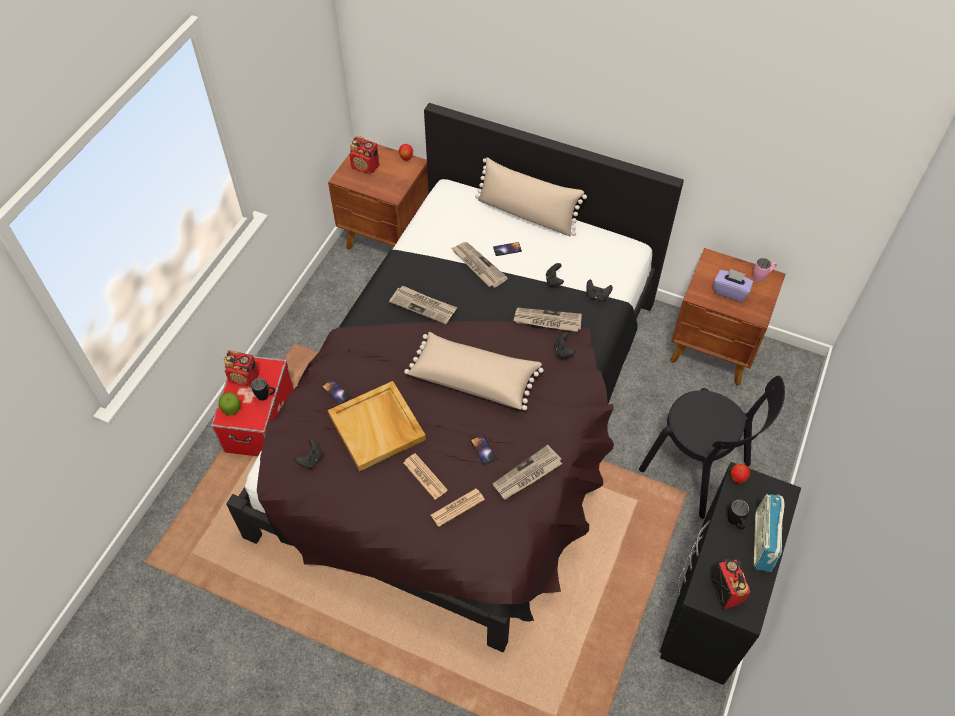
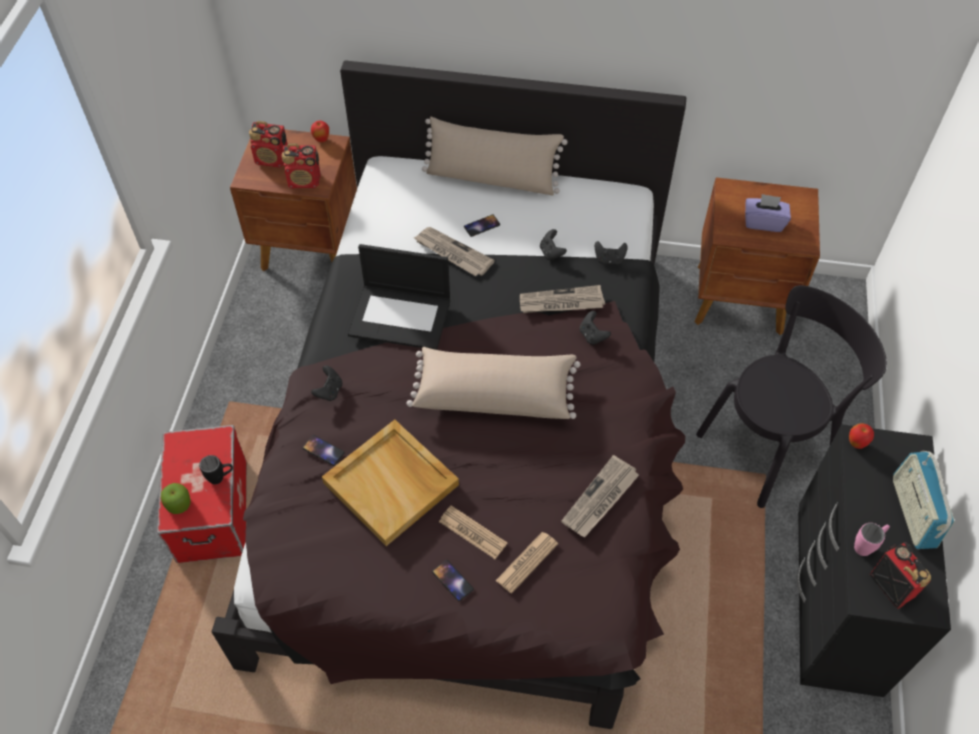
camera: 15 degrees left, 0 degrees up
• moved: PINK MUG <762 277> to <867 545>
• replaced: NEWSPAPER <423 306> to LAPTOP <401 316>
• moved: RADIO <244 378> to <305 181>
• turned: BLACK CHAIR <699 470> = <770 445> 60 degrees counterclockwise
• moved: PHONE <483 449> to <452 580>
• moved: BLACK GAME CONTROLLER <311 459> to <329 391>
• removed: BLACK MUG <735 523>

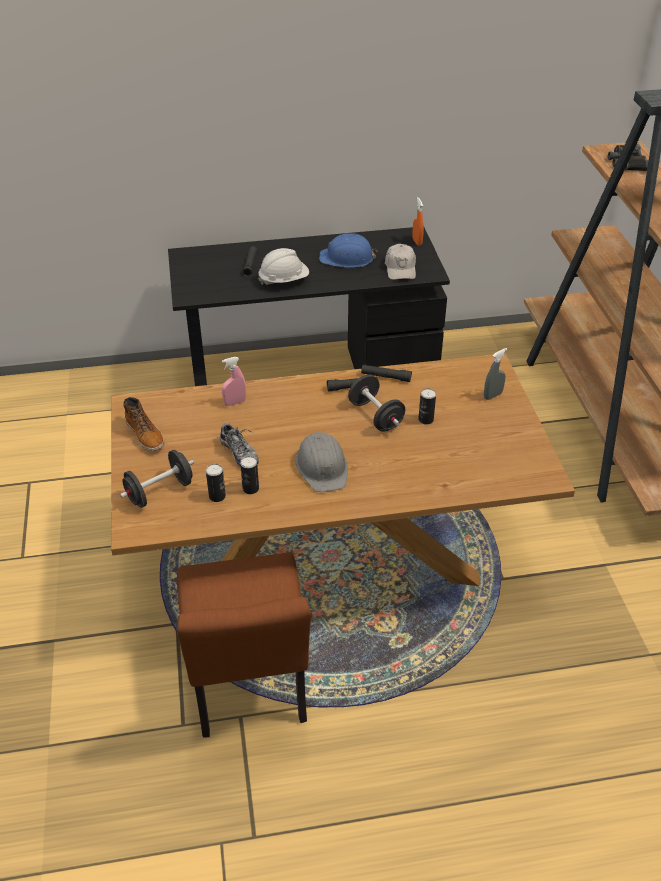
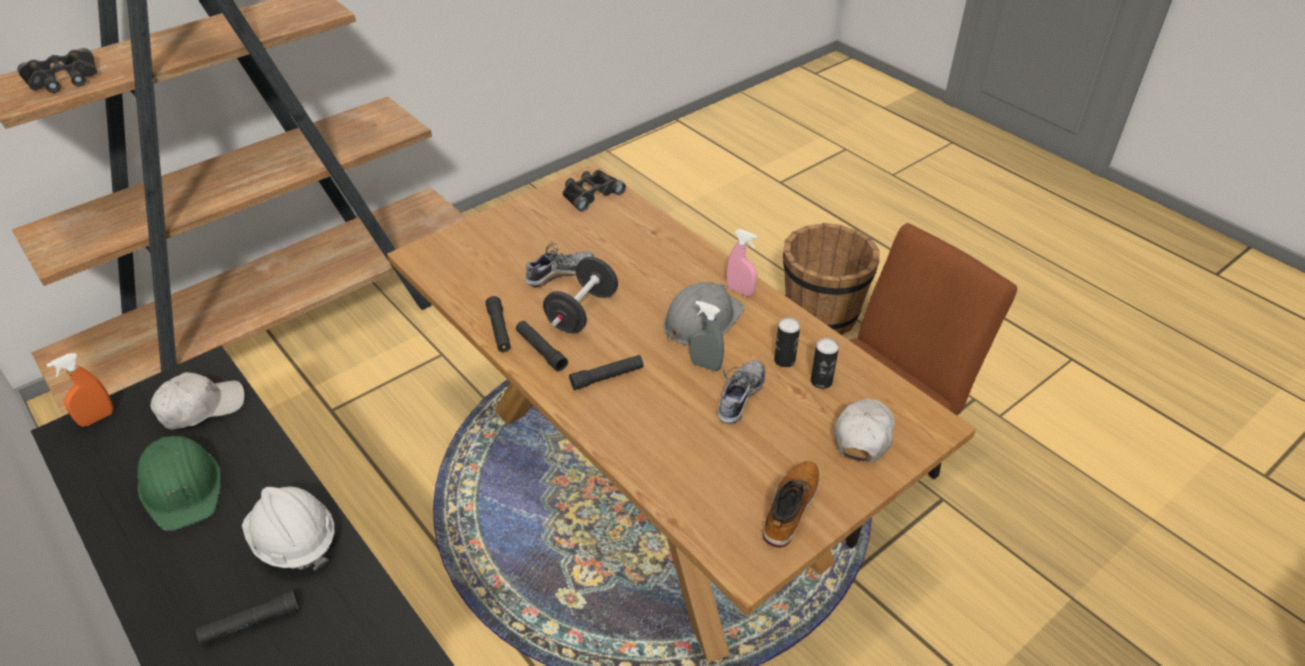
camera: 120 degrees left, 0 degrees up
• recoloured: BLUE HARD HAT <347 258> to GREEN HARD HAT <182 487>
• moved: GREY SPRAY BOTTLE <492 395> to <705 365>
• moved: PINK SPRAY BOTTLE <235 402> to <740 291>
• replaced: CAN <426 419> to SHOE <560 273>
• replaced: BLACK DUMBBELL <160 491> to WHITE CAP <863 434>
• added: BLACK BINOCULARS <590 194>
• added: BROWN BUCKET <821 313>
• added: BLACK FLASHLIGHT <607 377>

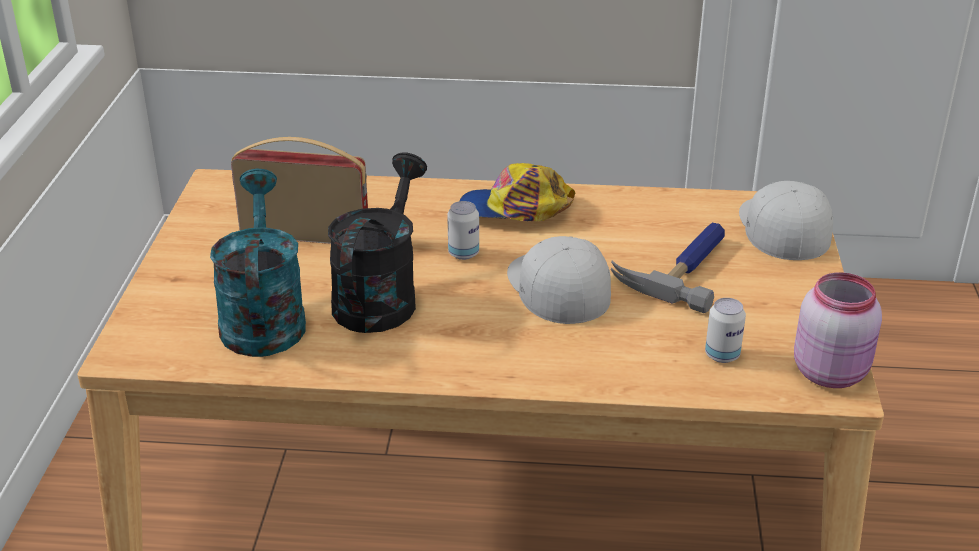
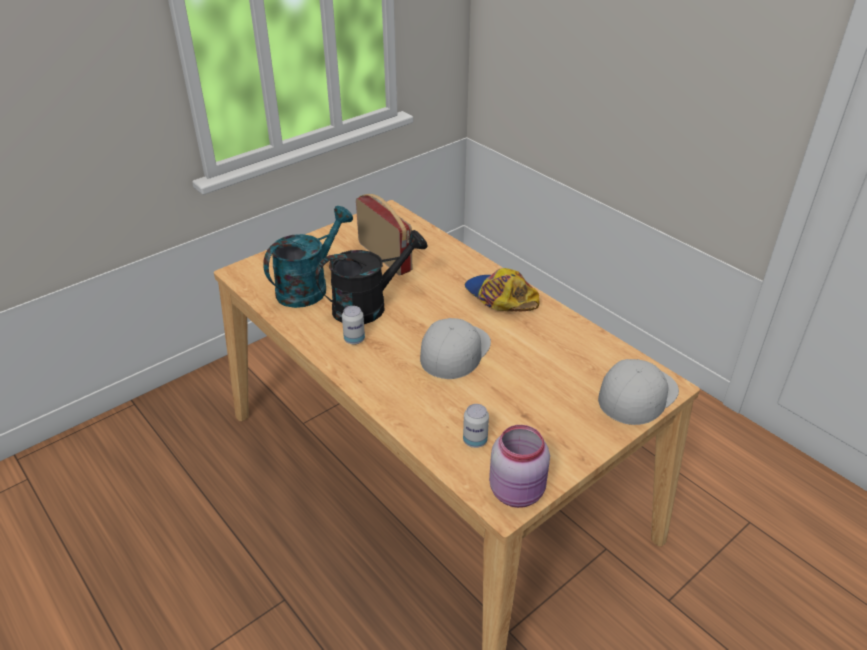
camera: 45 degrees right, 5 degrees up
• moved: CAN <463 253> to <354 339>
• removed: HAMMER <682 268>

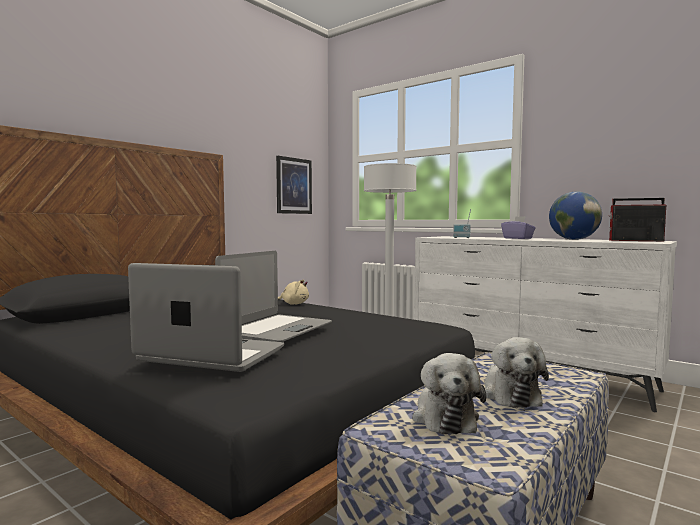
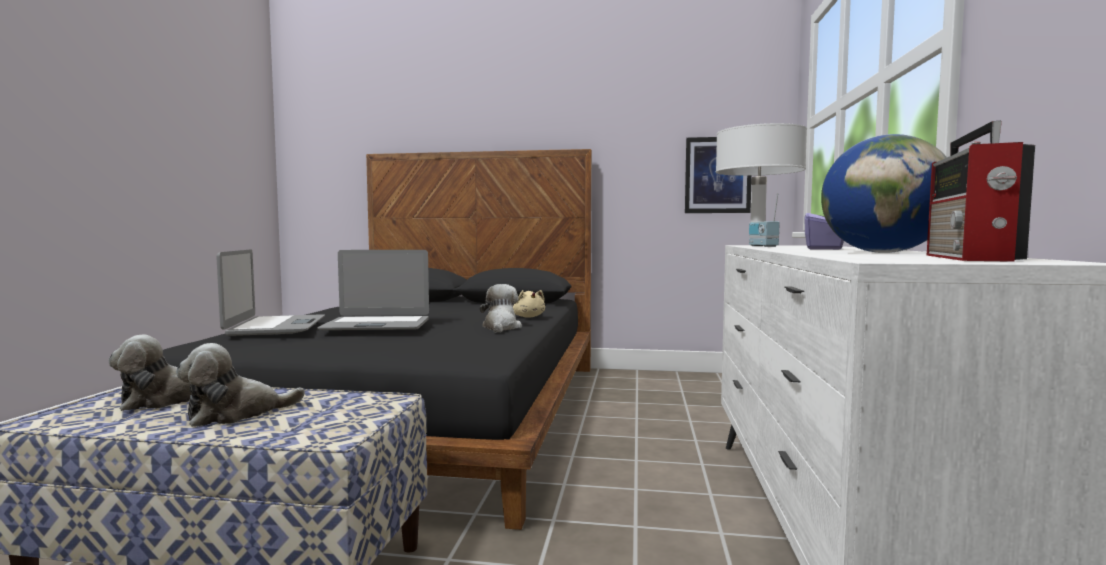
camera: 60 degrees right, 0 degrees up
• turned: RADIO <634 240> = <969 258> 150 degrees counterclockwise
• added: PLUSH TOY <501 327>

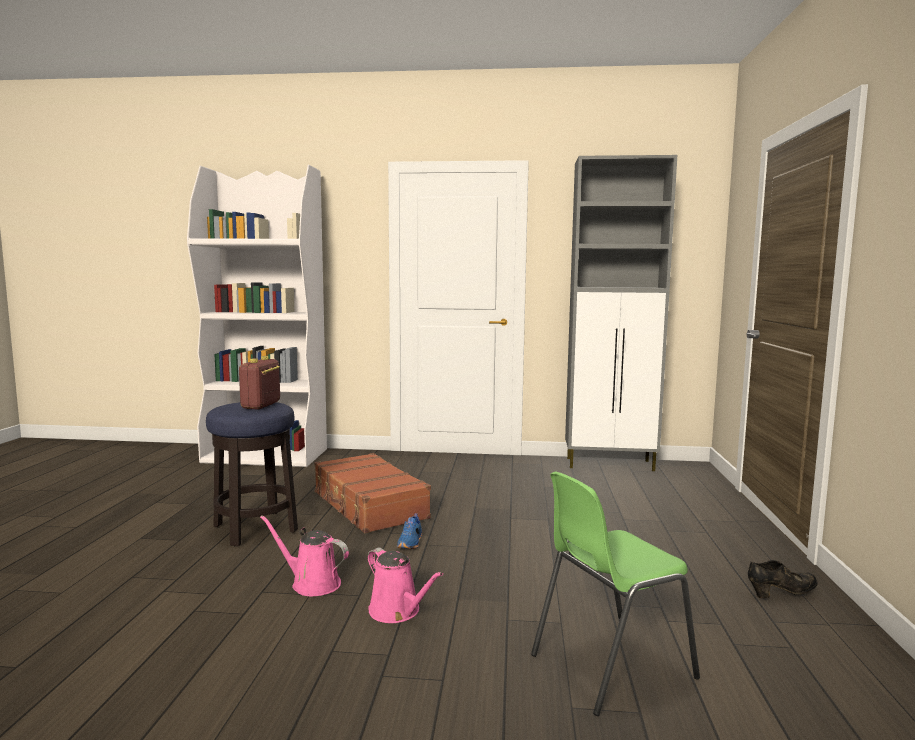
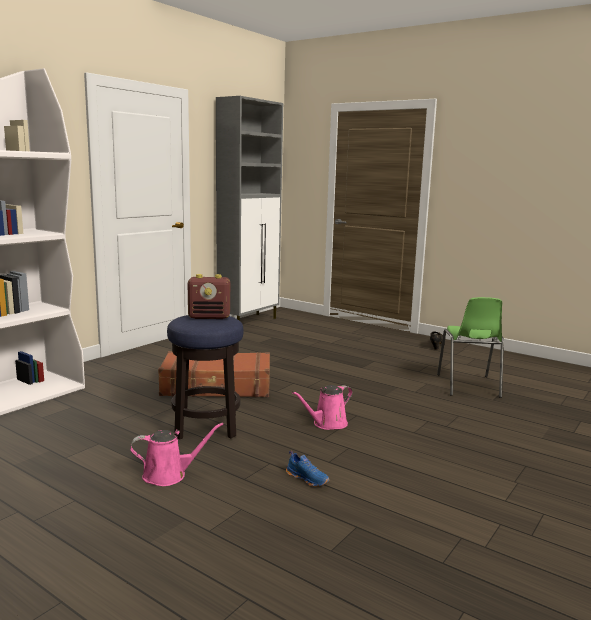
camera: 60 degrees left, 5 degrees up
• turned: RADIO <261 406> = <209 317> 45 degrees counterclockwise
• moved: BLUE SHOE <411 543> to <308 478>
• moved: PINK WATERING CAN <397 611> to <169 475>

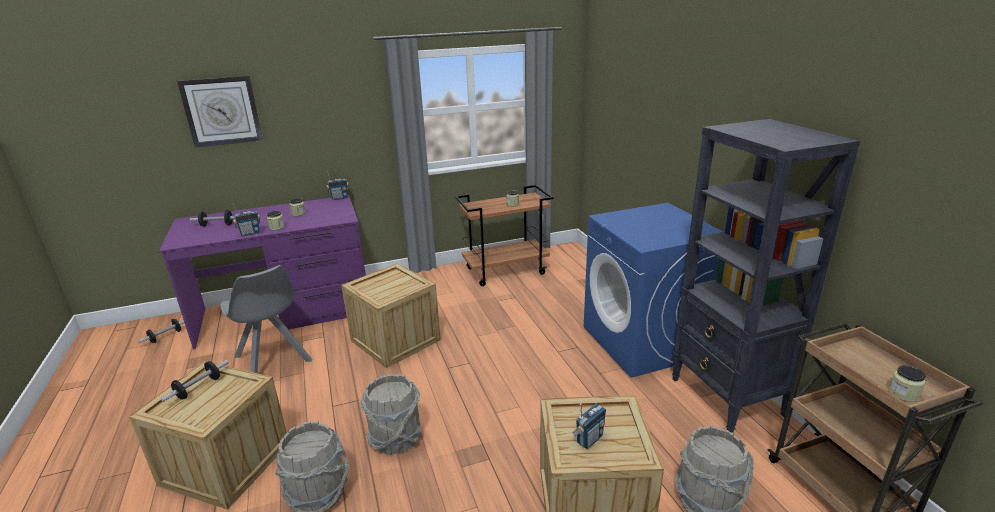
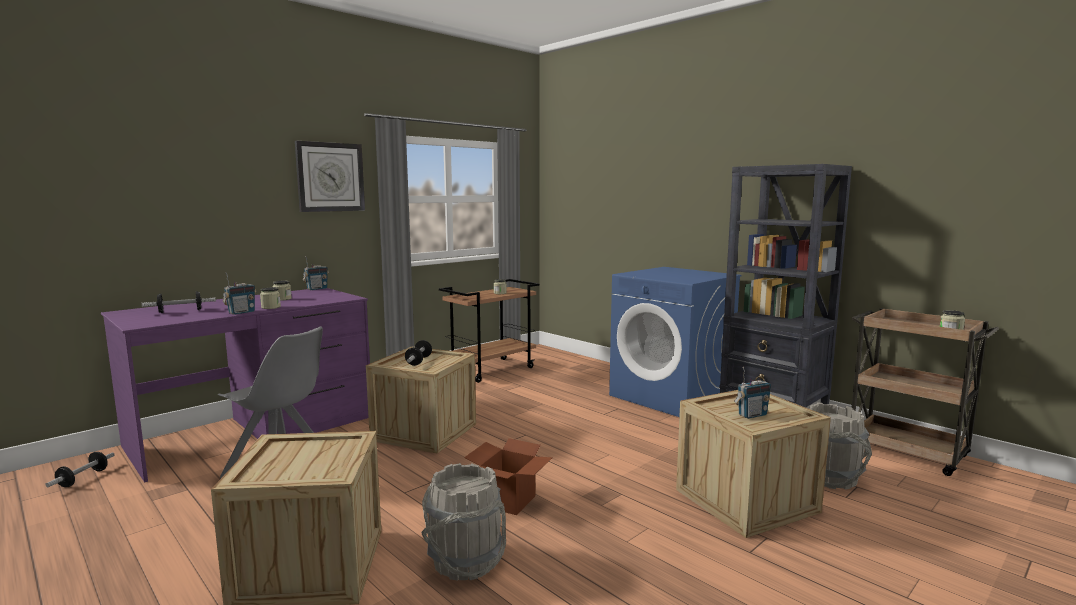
camera: 25 degrees left, 15 degrees down
• moved: WALL CLOCK <222 111> to <330 177>
• moved: DUMBBELL <198 388> to <419 361>
• replaced: GREY BUCKET <396 438> to CARDBOARD BOX <508 500>
• turned: RADIO <589 439> = <752 415> 45 degrees clockwise

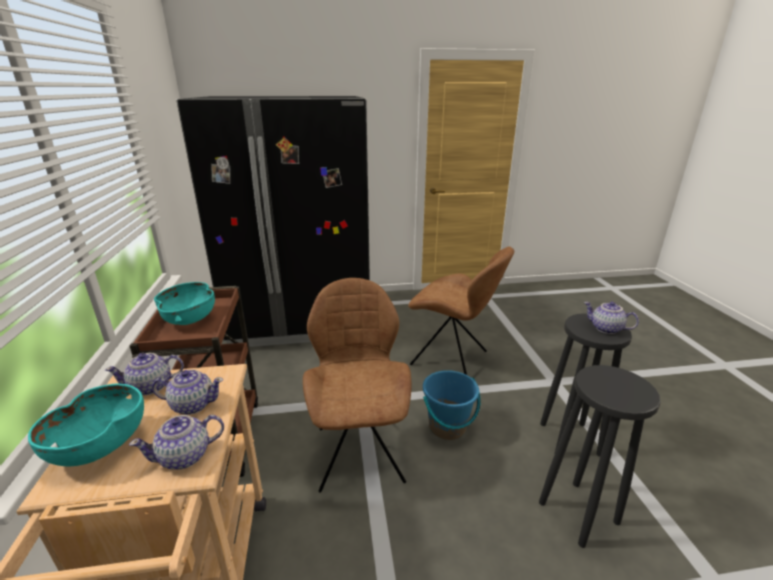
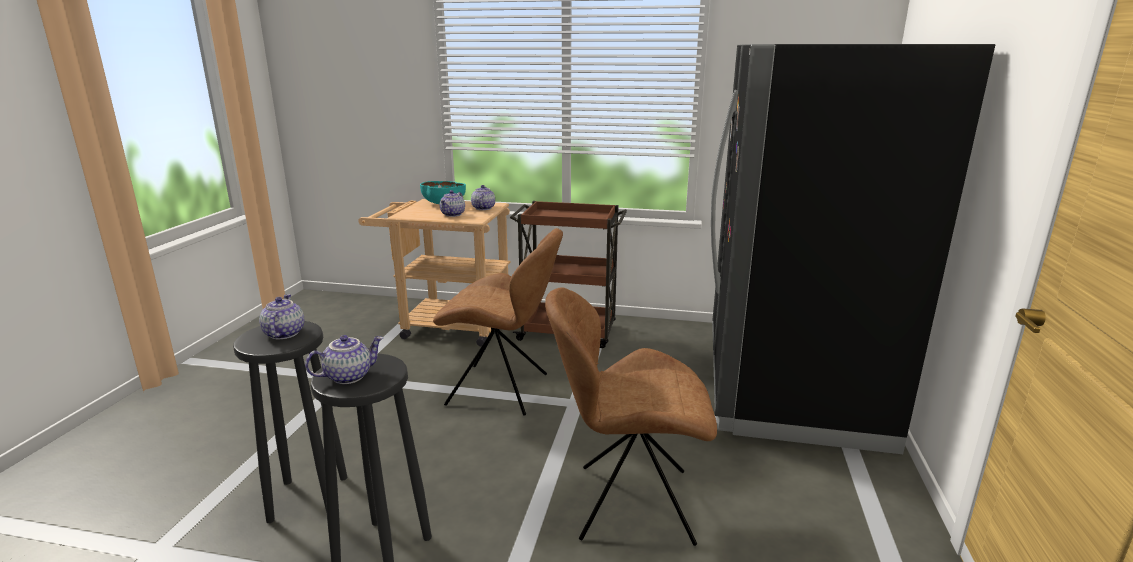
camera: 110 degrees right, 5 degrees down
• turned: BROWN CHAIR <452 359> = <629 503> 45 degrees clockwise
• removed: TURQUOISE BOWL <190 318>
• removed: BLUE BUCKET <447 427>
• moved: TEAPOT <185 456> to <283 334>

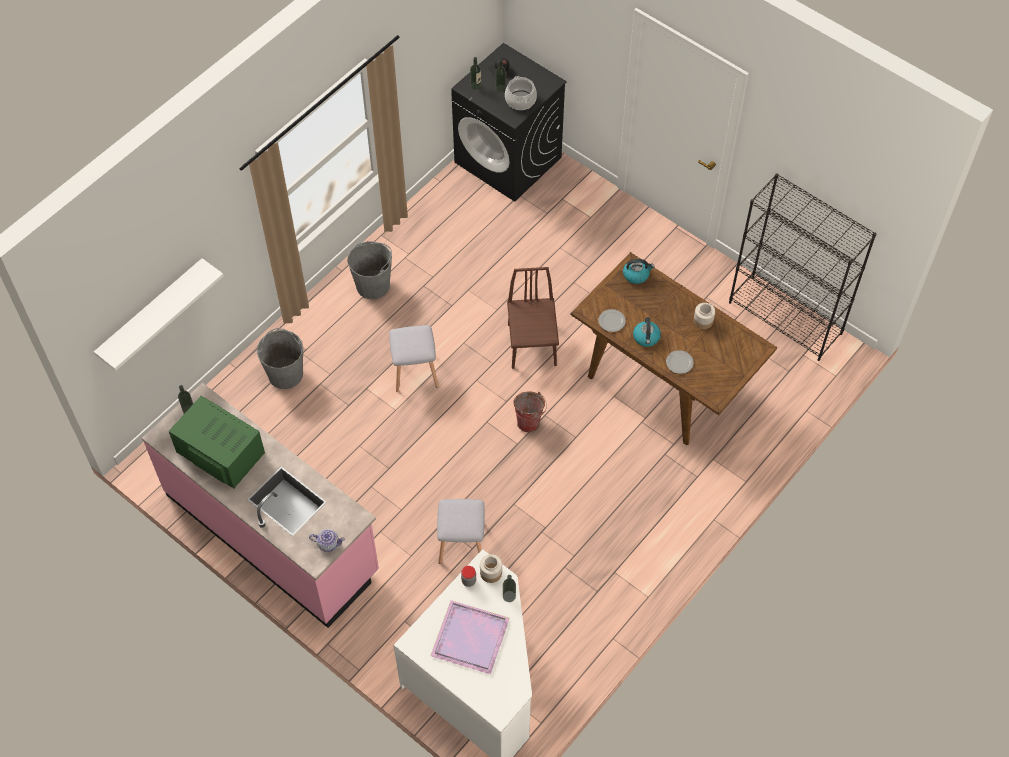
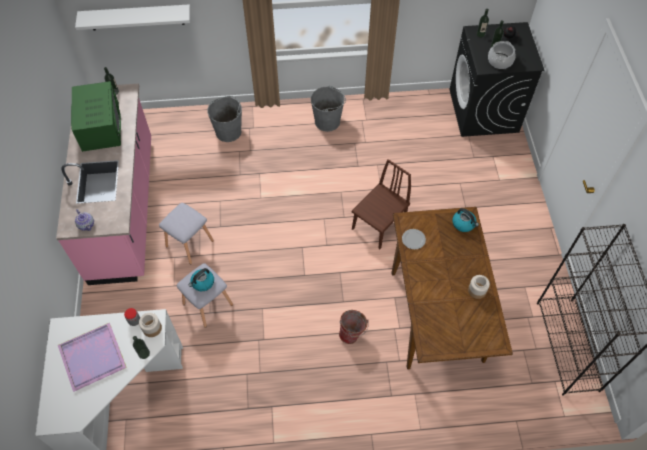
camera: 45 degrees right, 0 degrees up
• moved: KETTLE <646 338> to <202 283>
• moved: GREY STOOL <414 372> to <189 243>
• removed: PLATE <679 362>
• moved: BUCKET <529 420> to <352 334>

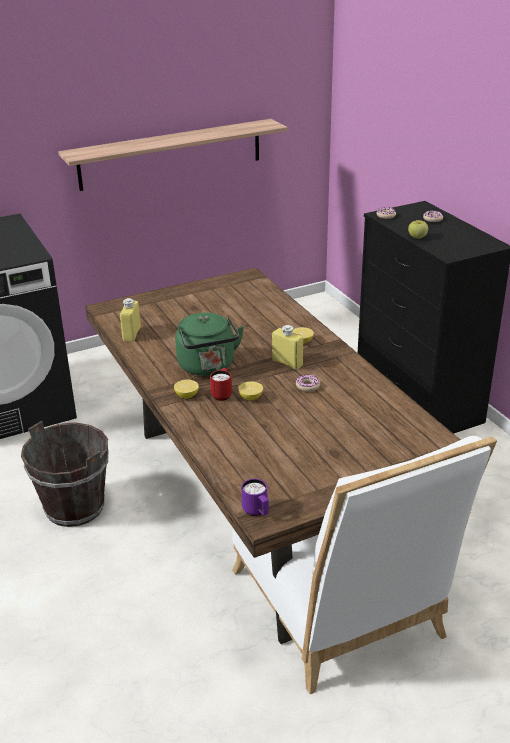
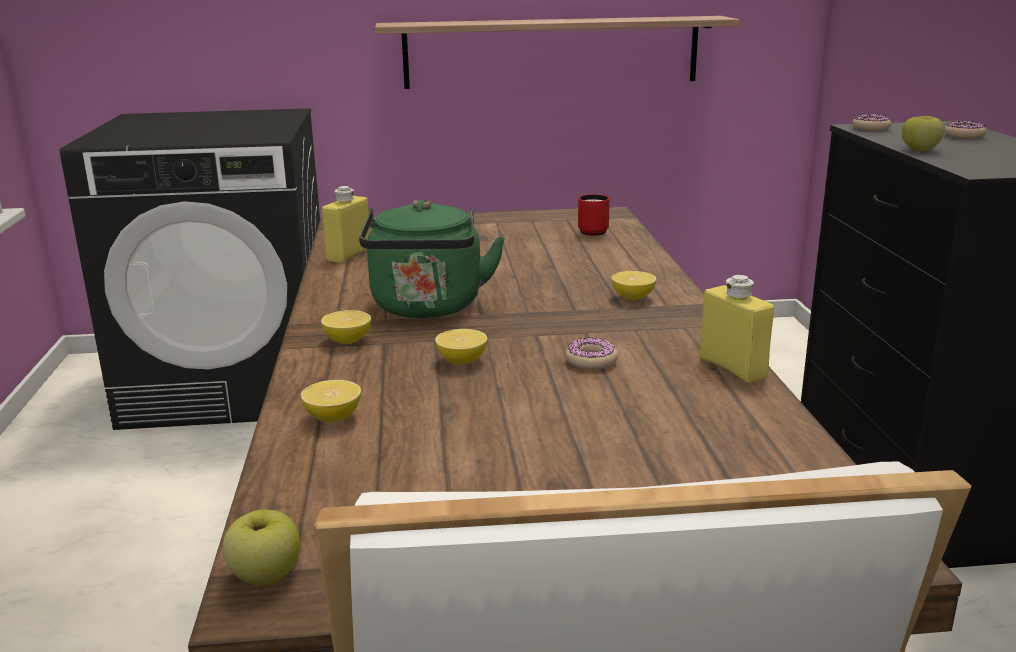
camera: 20 degrees right, 10 degrees down
• moved: YELLOW BOTTLE <287 363> to <732 368>
• moved: RED MUG <222 394> to <595 231>
• removed: BROWN BUCKET <75 507>
• replaced: PURPLE MUG <257 512> to APPLE <265 575>
• added: LEMON <333 417>

